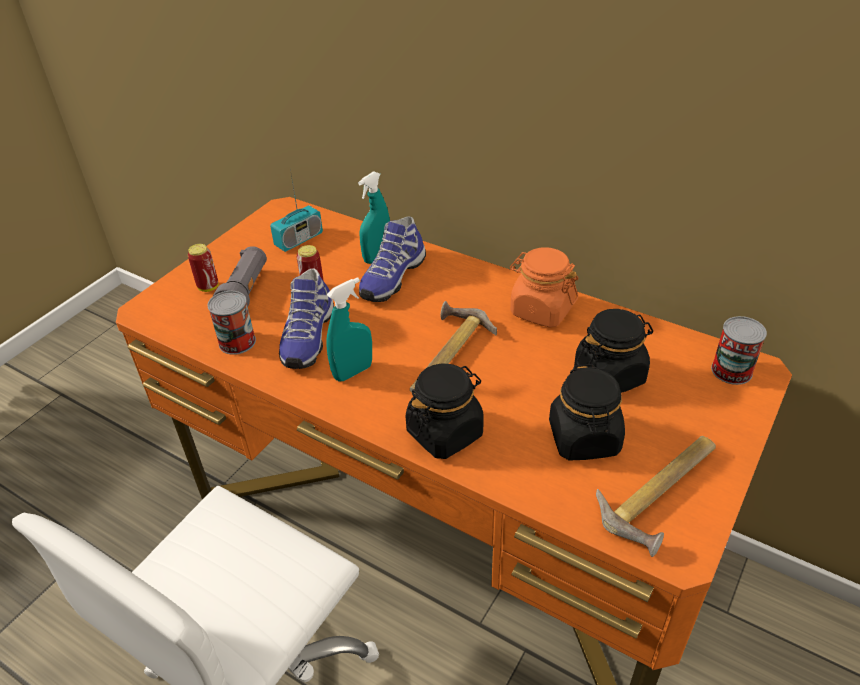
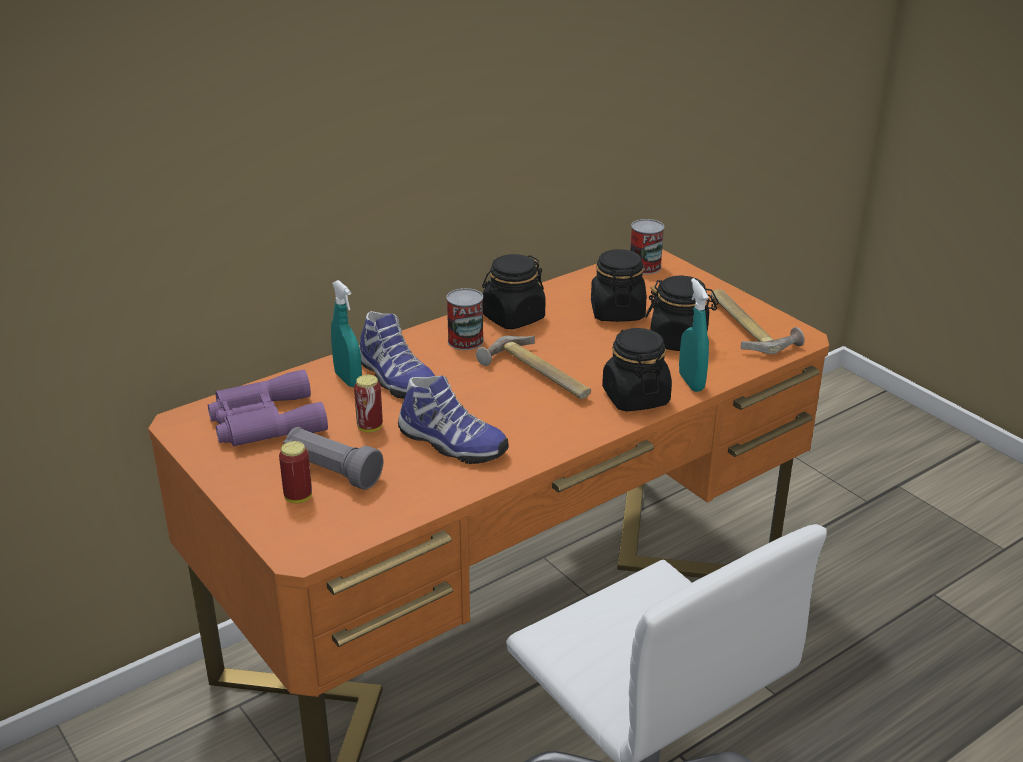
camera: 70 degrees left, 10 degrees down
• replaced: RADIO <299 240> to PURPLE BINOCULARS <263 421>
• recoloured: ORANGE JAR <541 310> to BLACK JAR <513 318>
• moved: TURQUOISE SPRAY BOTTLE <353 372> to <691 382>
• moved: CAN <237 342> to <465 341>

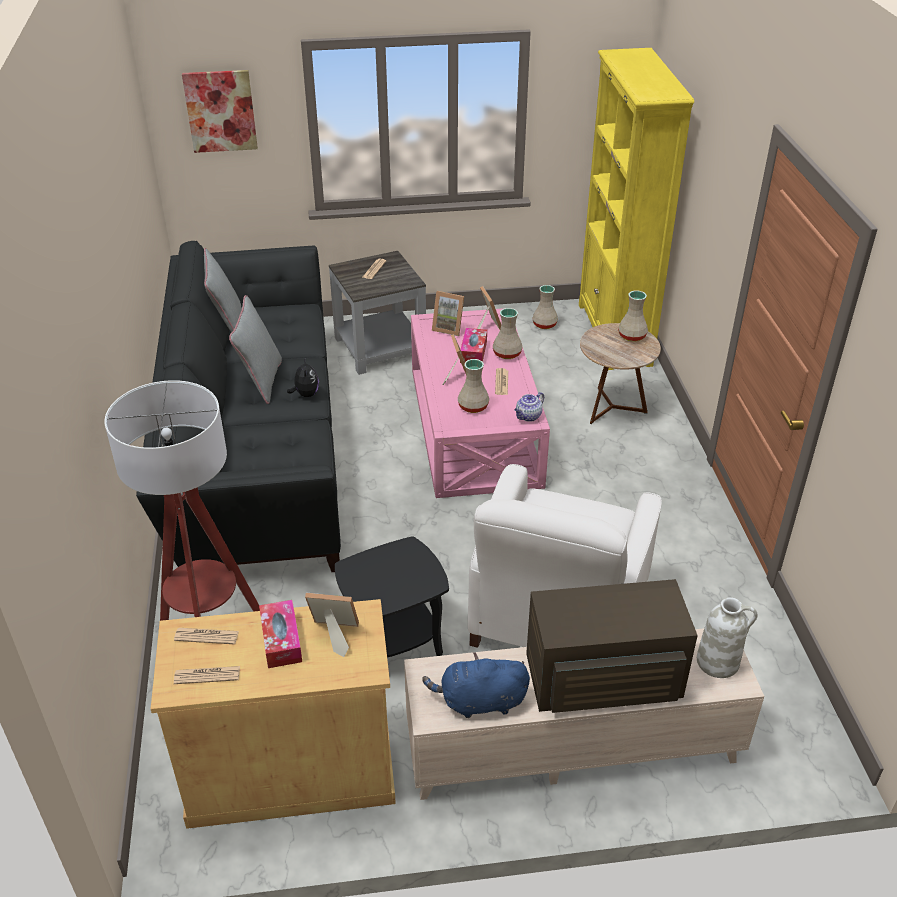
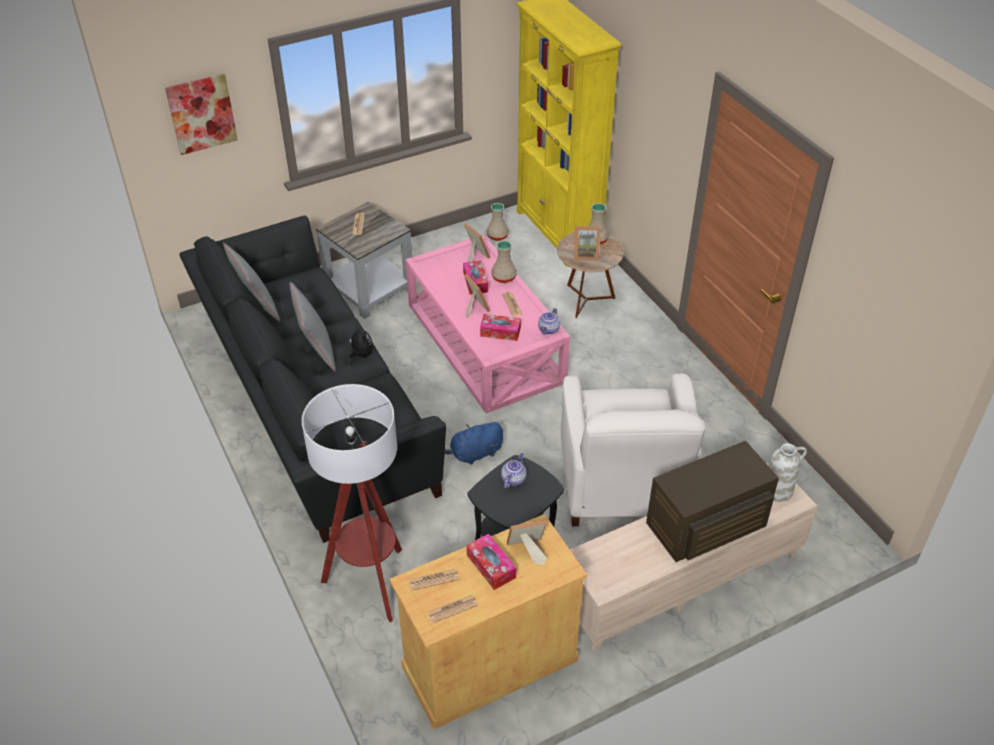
camera: 20 degrees left, 5 degrees up
• moved: PICTURE FRAME <449 328> to <585 254>
• replaced: BEIGE VASE <472 407> to TISSUE BOX <500 332>
• moved: BLUE PLUSH TOY <479 702> to <474 454>
• added: TEAPOT <513 479>

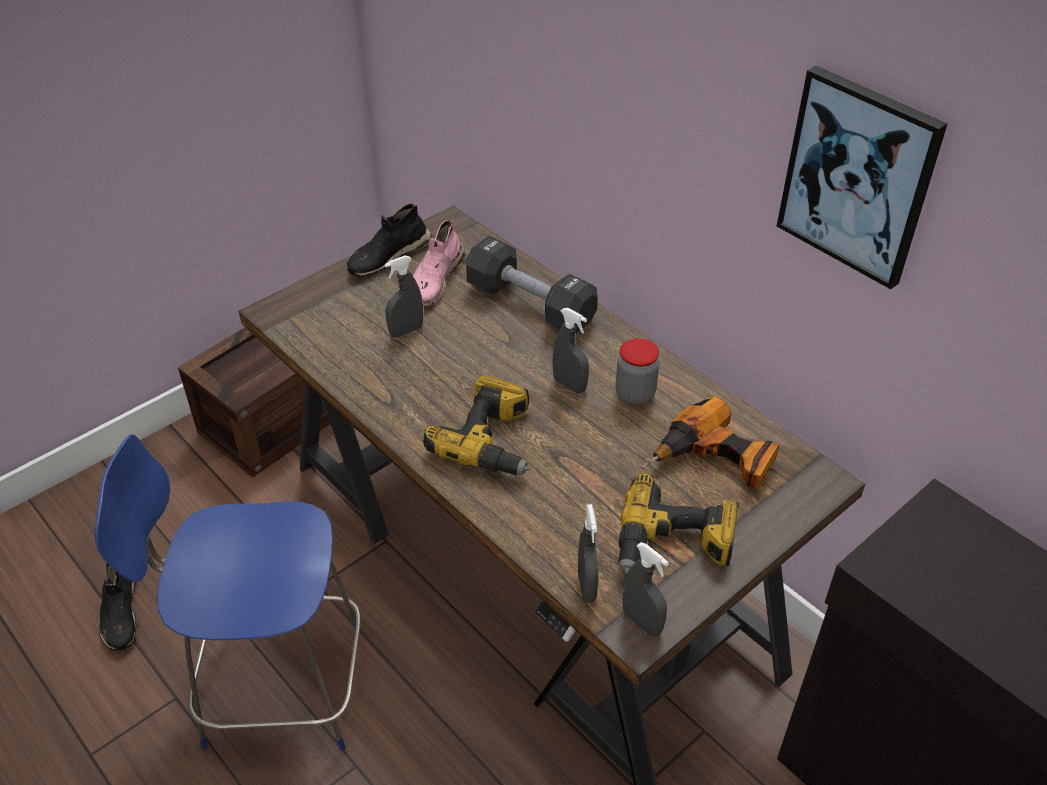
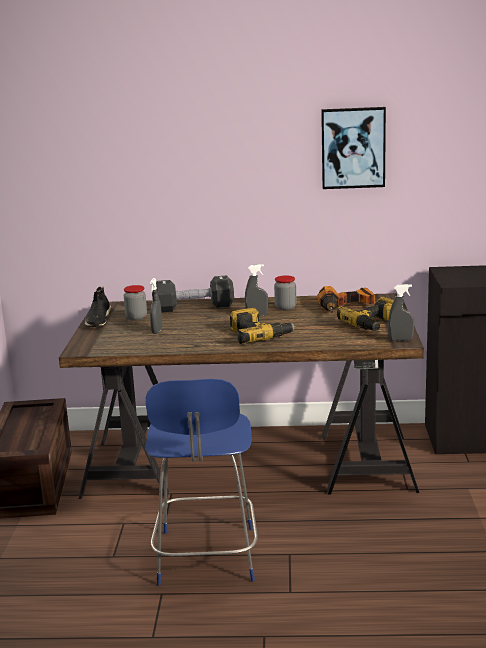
camera: 45 degrees left, 25 degrees down
• replaced: PINK SHOE <435 279> to JAR <136 317>
• turned: BLUE CHAIR <277 685> = <206 558> 45 degrees counterclockwise
• removed: GREY SPRAY BOTTLE <586 586>
• removed: BLACK SHOE <120 613>

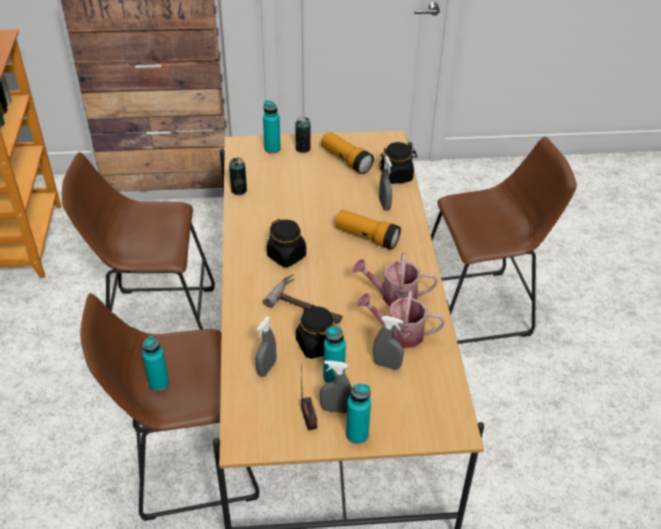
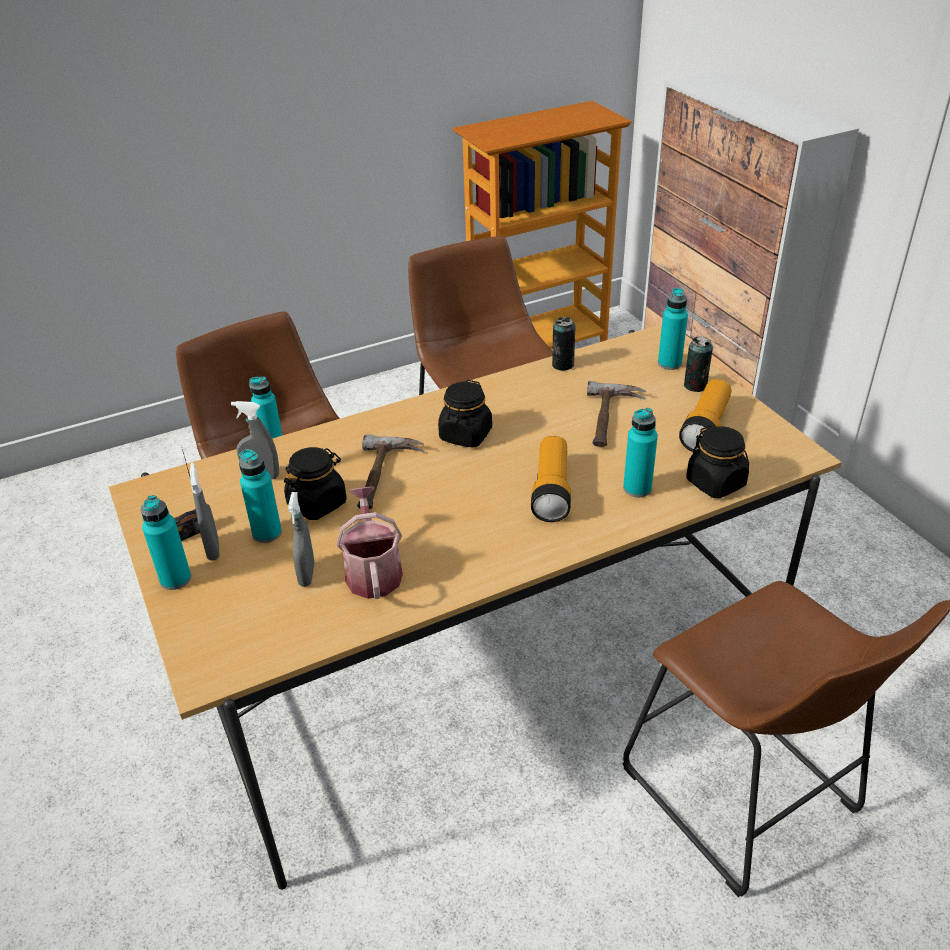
camera: 70 degrees right, 5 degrees down
• replaced: GREY SPRAY BOTTLE <384 204> to TURQUOISE BOTTLE <637 488>
• removed: WATERING CAN <393 295>
• added: HAMMER <613 419>

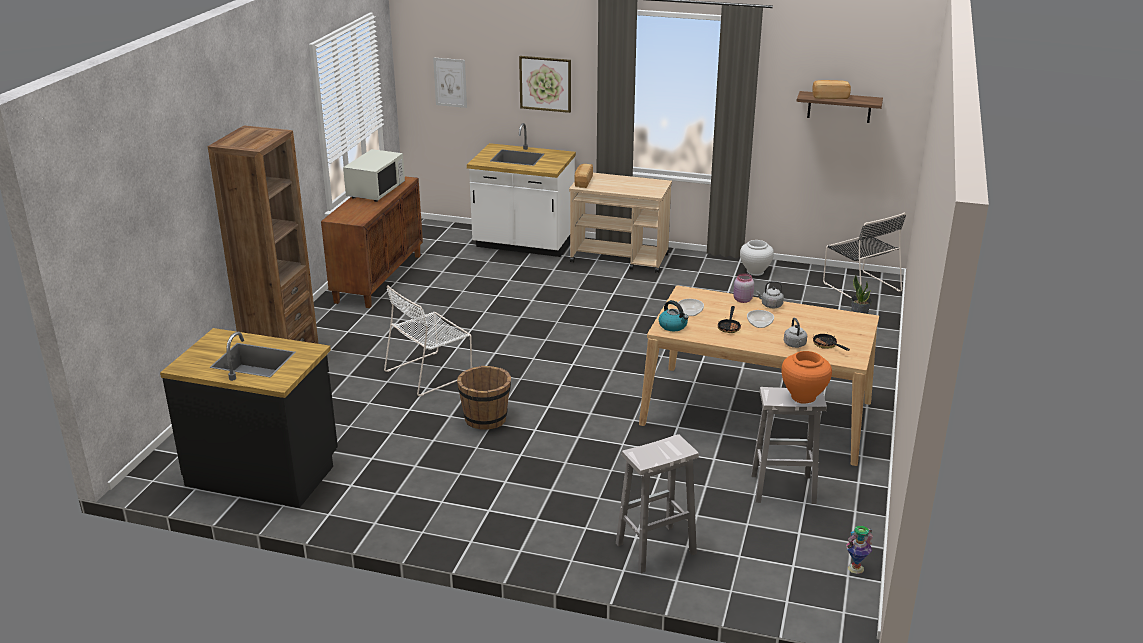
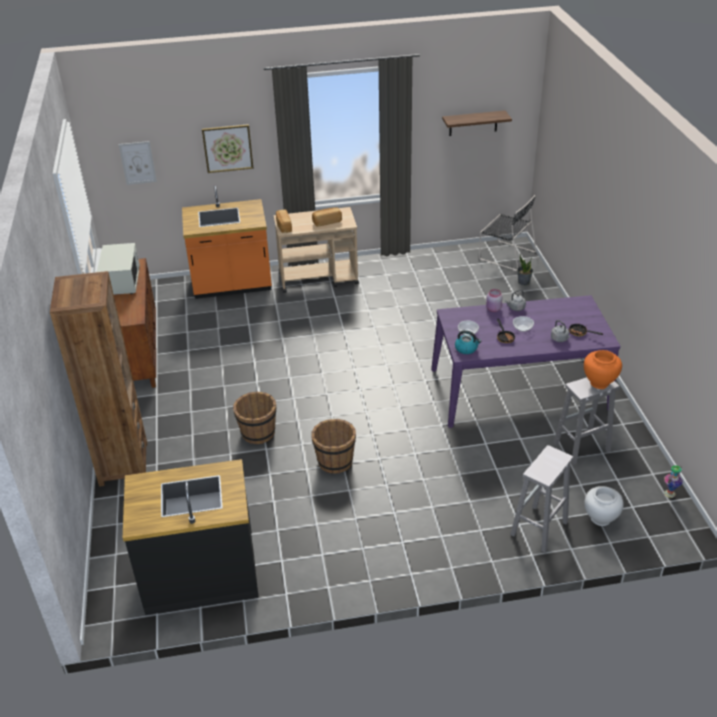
camera: 25 degrees left, 10 degrees up
• moved: BREAD <830 97> to <327 221>
• recoloured: WHITE COUNTER <523 244> to ORANGE COUNTER <232 285>
• moved: WHITE VASE <755 272> to <600 519>
• replaced: WHITE CHAIR <430 372> to BROWN BUCKET <258 433>
• recoloured: BEIGE DINING TABLE <756 413> to PURPLE DINING TABLE <519 389>

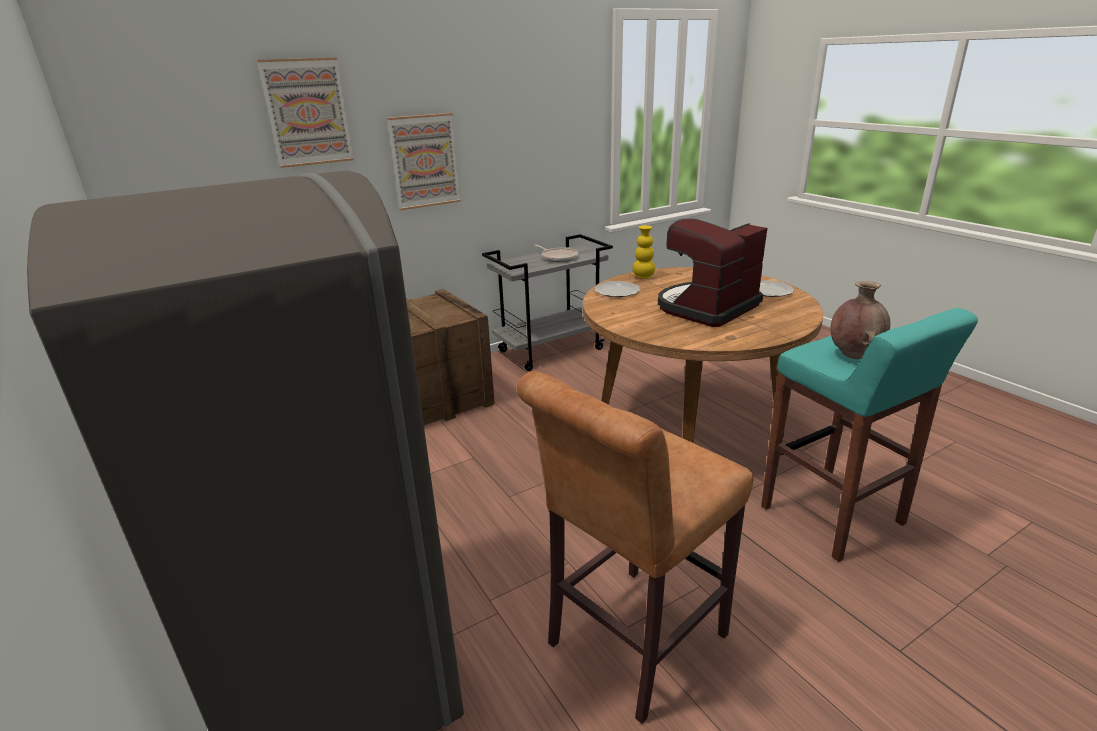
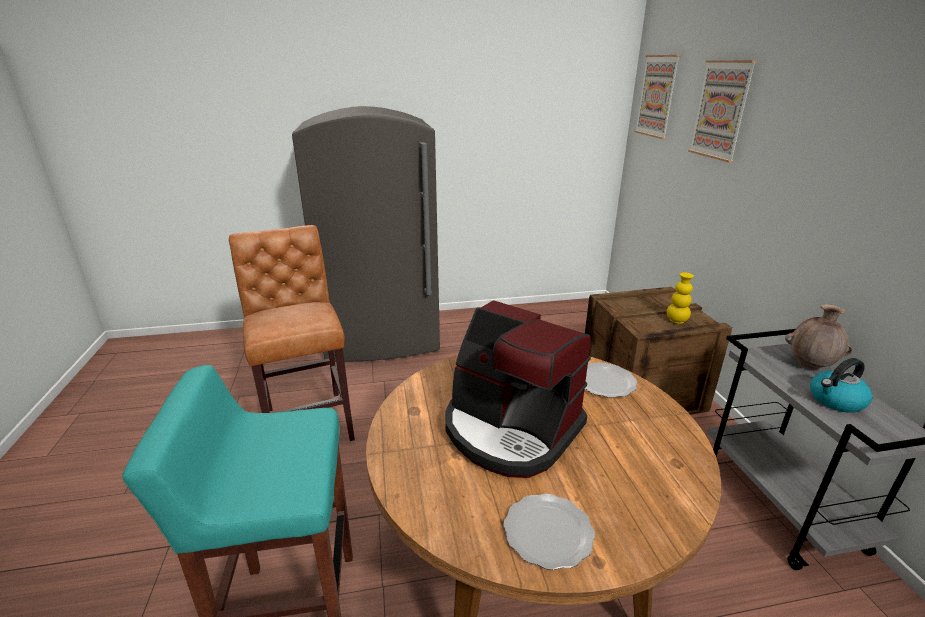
camera: 110 degrees right, 0 degrees up
• moved: PICTURE <424 161> to <657 96>
• turned: COFFEE MACHINE <706 307> = <510 430> 150 degrees clockwise
• moved: YELLOW VASE <643 277> to <676 321>
• replaced: FRYING PAN <558 257> to KETTLE <835 401>
• moved: BROWN VASE <853 355> to <810 365>

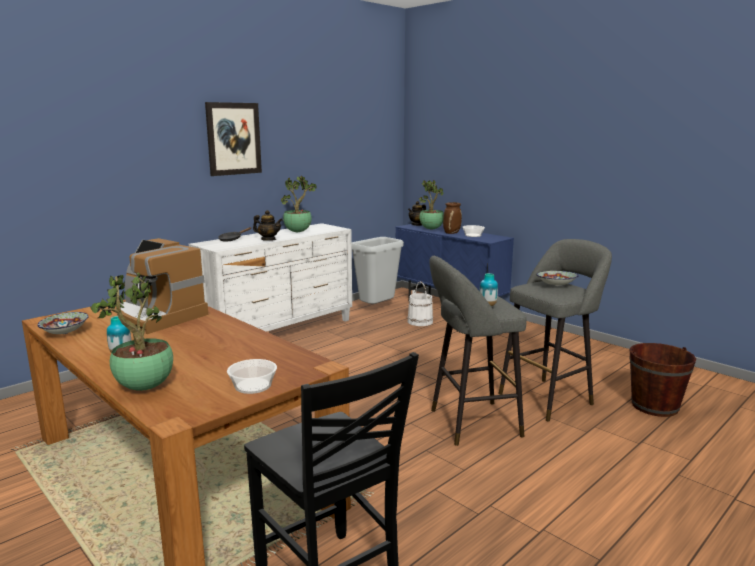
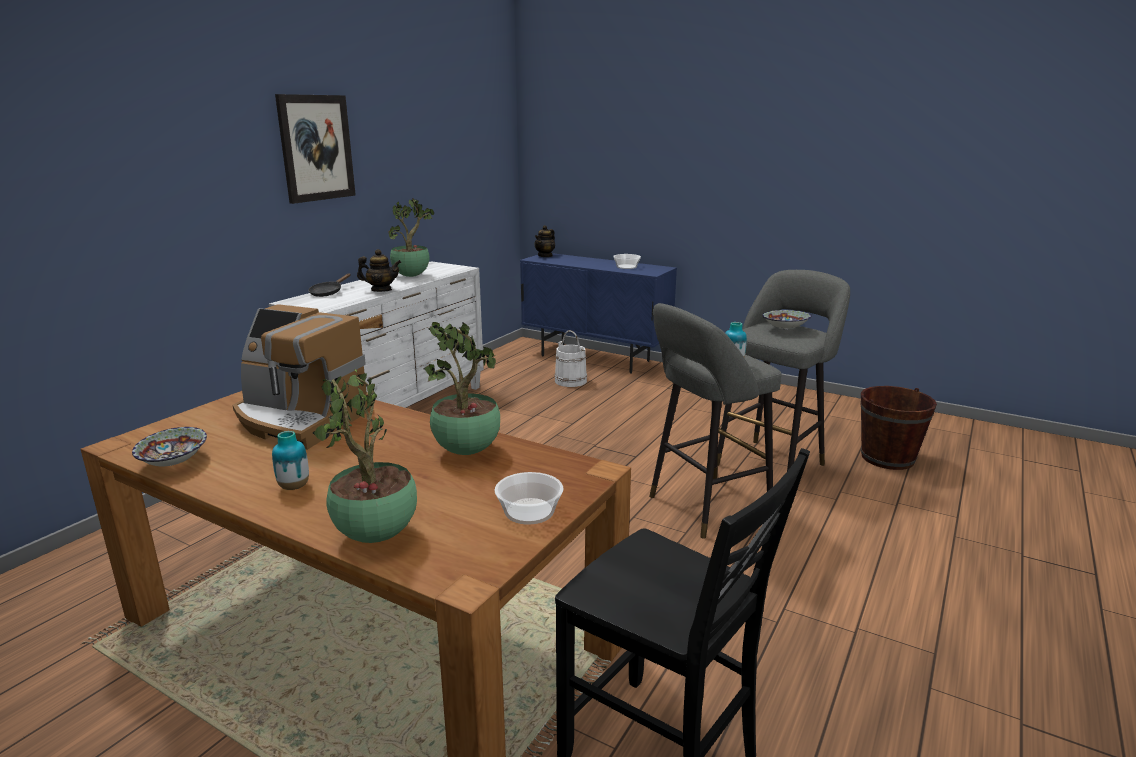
camera: 15 degrees left, 5 degrees up
• moved: POTTED PLANT <431 229> to <468 451>
• removed: BROWN VASE <451 233>
• removed: GREY TRASH CAN <376 308>

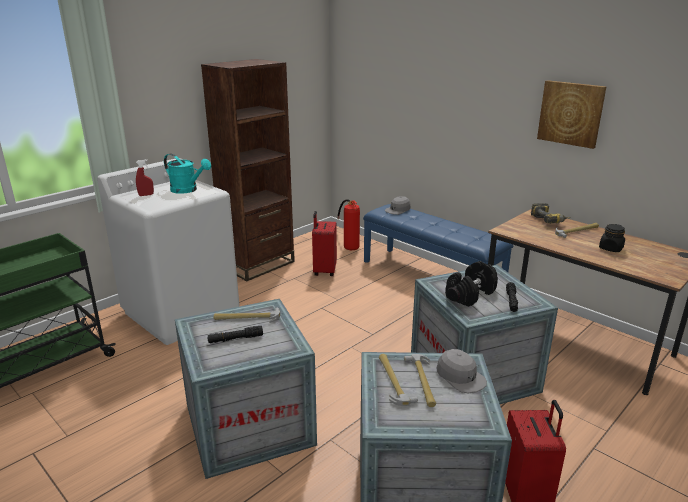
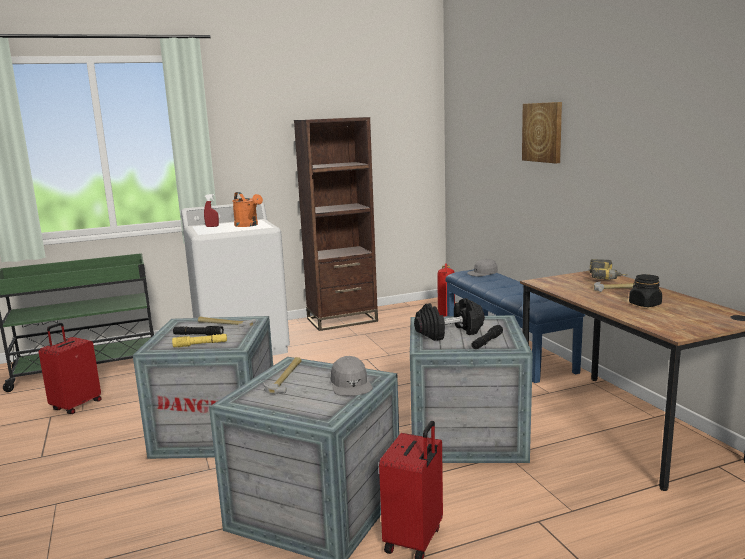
camera: 25 degrees right, 10 degrees down
• moved: PICTURE <571 113> to <543 132>
• recoloured: TURQUOISE WATERING CAN <188 190> to ORANGE WATERING CAN <248 225>
• moved: RED SUITCASE <324 271> to <76 405>
• removed: HAMMER <422 381>
• added: YELLOW FLASHLIGHT <200 345>

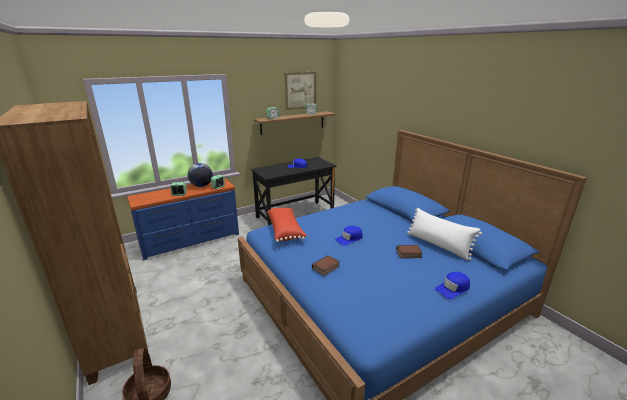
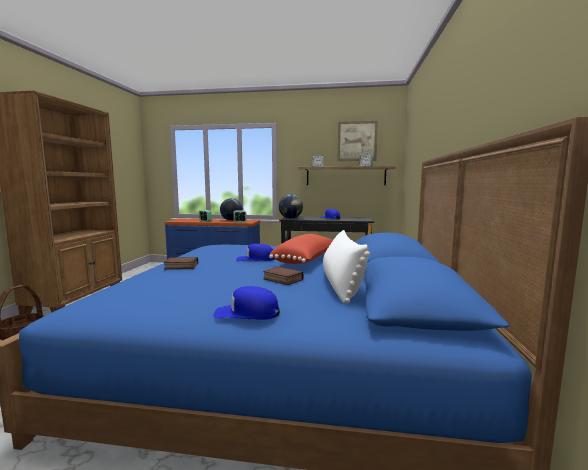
camera: 40 degrees right, 15 degrees down
• moved: RED PILLOW <285 230> to <307 260>
• added: GLOBE <290 218>

